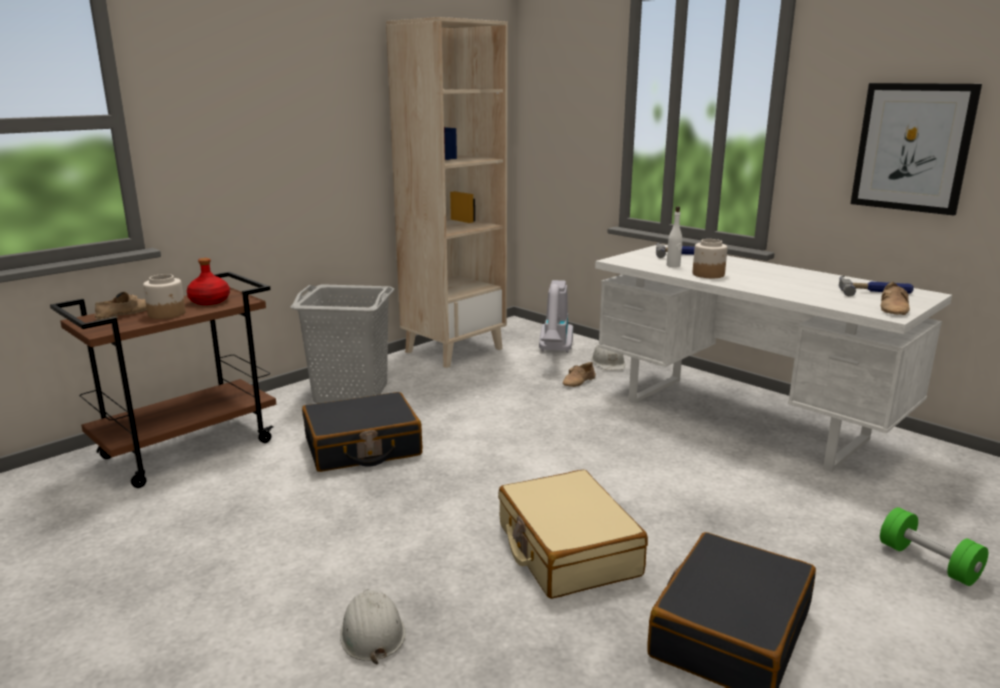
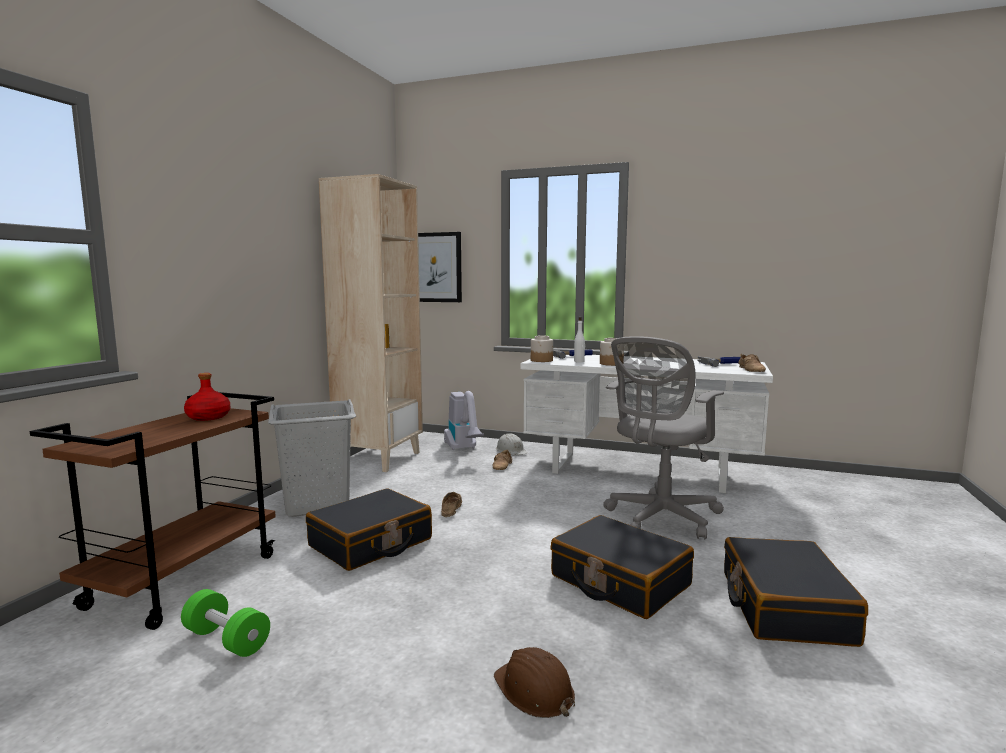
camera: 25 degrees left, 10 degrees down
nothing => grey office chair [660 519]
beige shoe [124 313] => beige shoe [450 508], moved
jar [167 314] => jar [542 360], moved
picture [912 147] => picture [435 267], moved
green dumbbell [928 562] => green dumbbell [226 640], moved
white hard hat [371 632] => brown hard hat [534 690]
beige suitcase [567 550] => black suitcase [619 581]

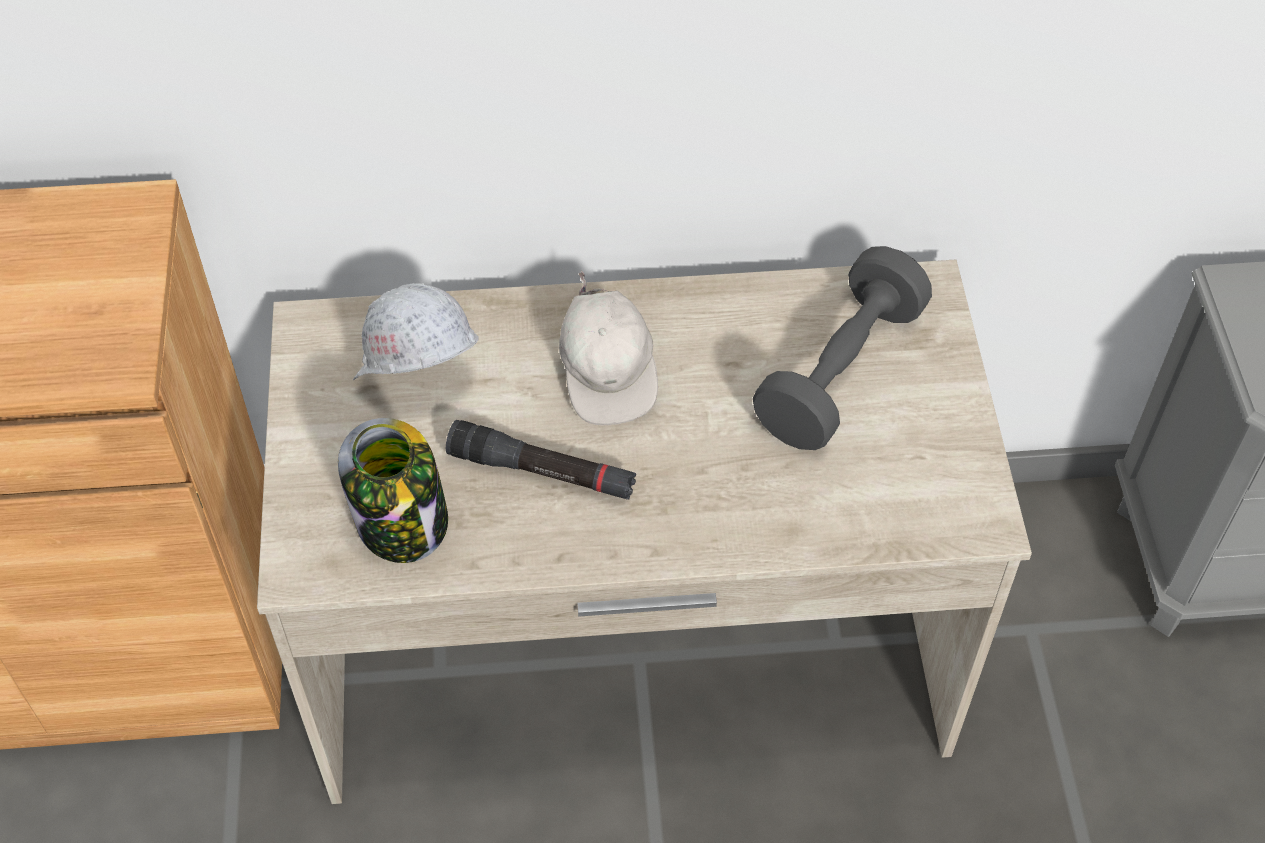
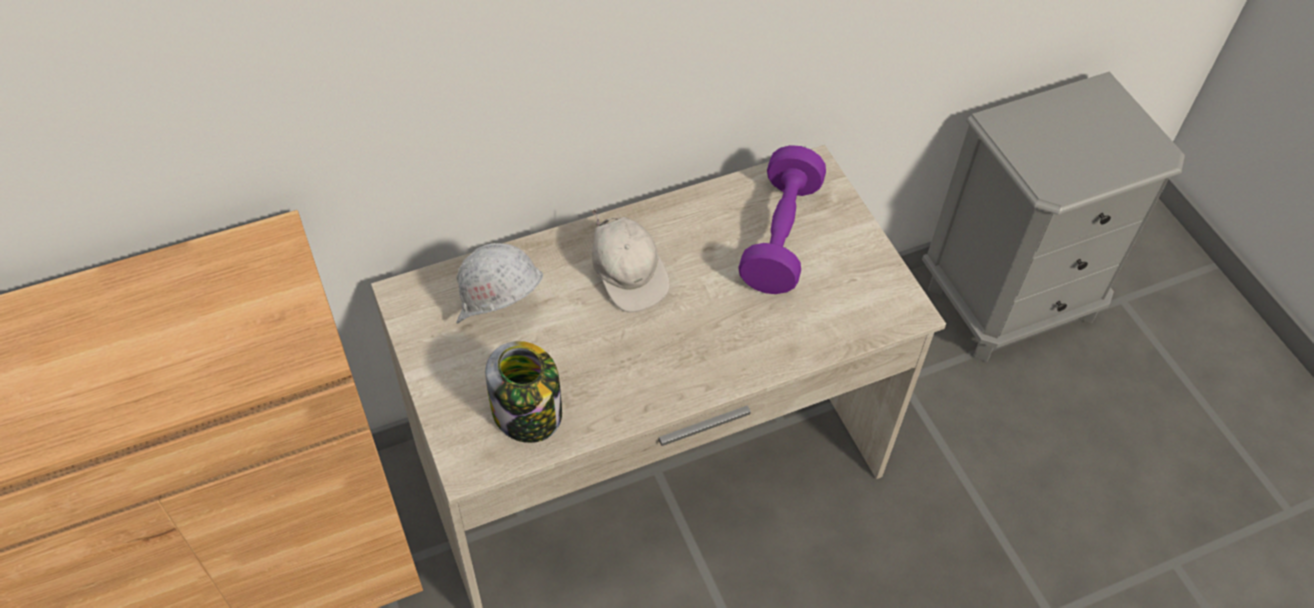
camera: 20 degrees left, 0 degrees up
black flashlight [542 472] => nothing
grey dumbbell [840 372] => purple dumbbell [780 237]

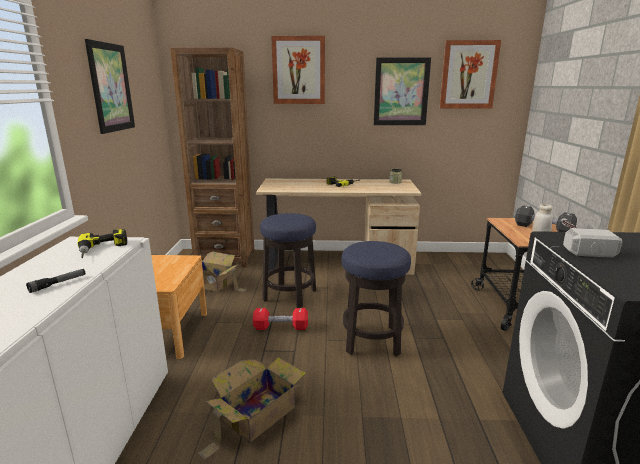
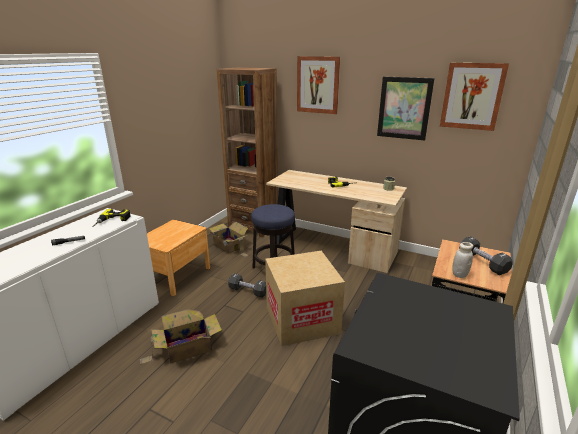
camera: 25 degrees right, 5 degrees up
picture [111 87] => nothing
hammer [577 242] => nothing
stool [372 340] => cardboard box [302 320]
red dumbbell [281 327] => black dumbbell [248 291]

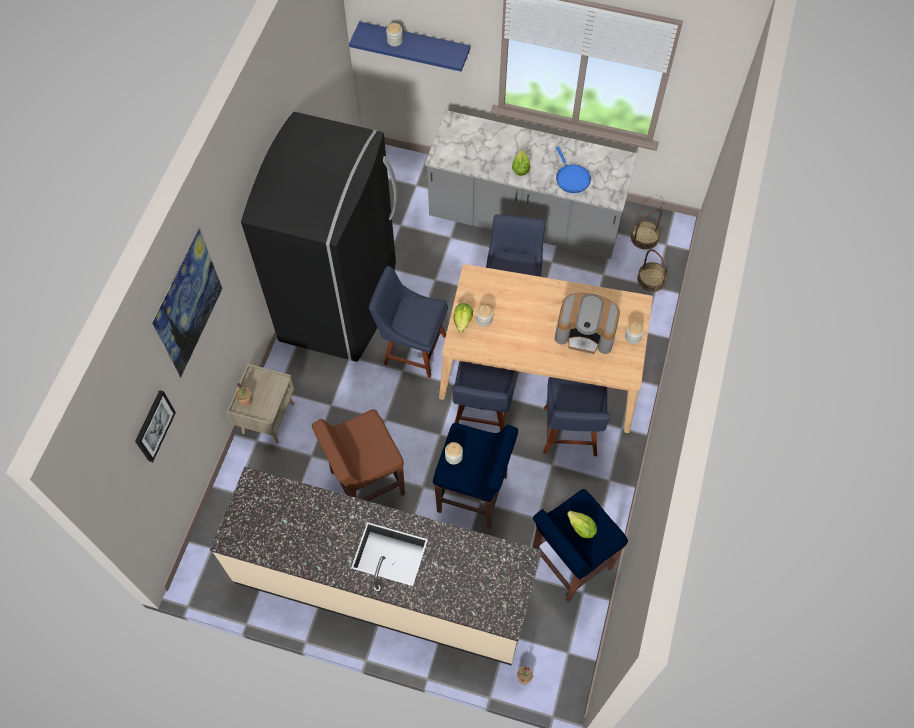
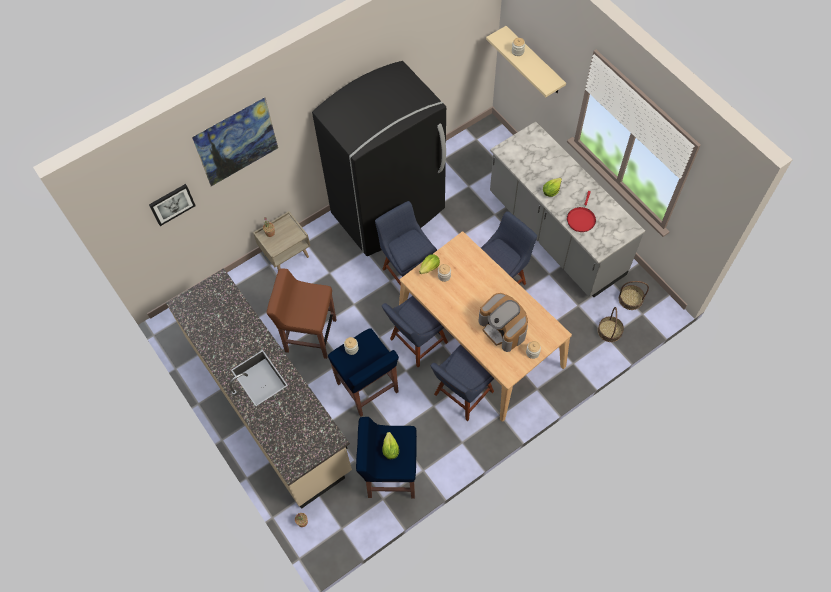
camera: 40 degrees right, 0 degrees up
blue shelf [414 43] => beige shelf [534 61]
blue frying pan [571 178] => red frying pan [581 219]

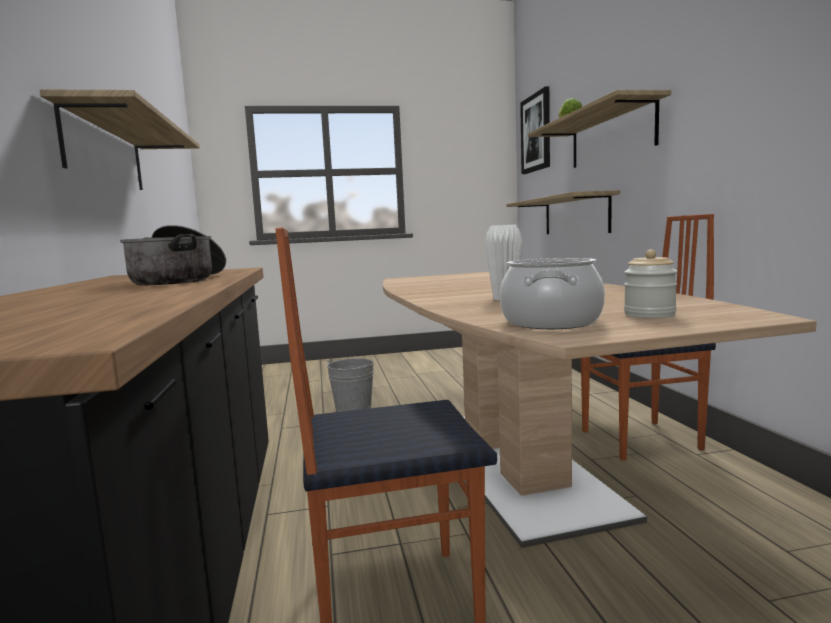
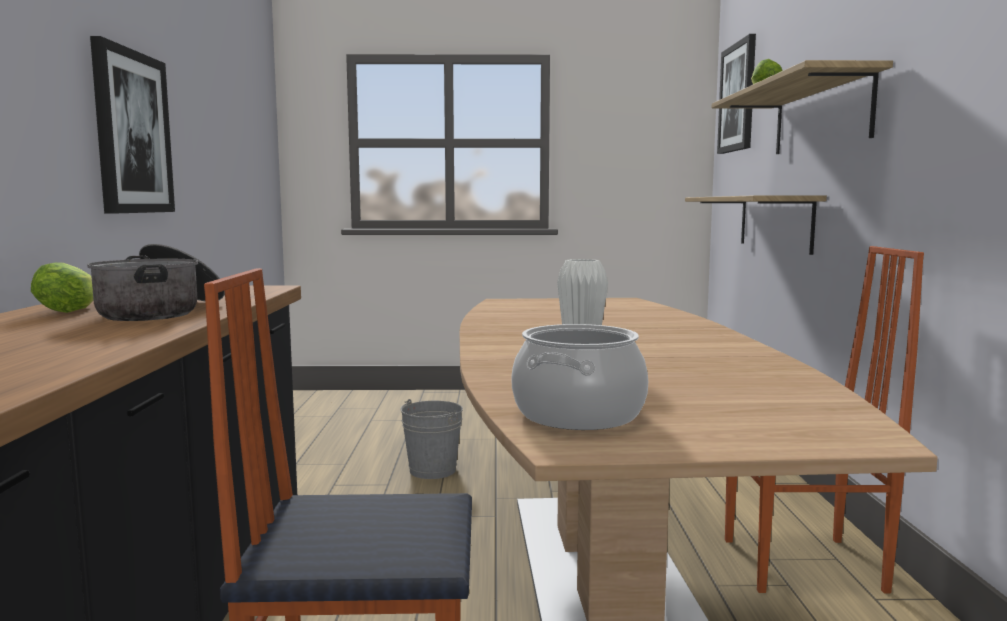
camera: 10 degrees right, 0 degrees up
jar [649 314] => nothing
nothing => lettuce [72 309]
shelf [105 152] => picture [132 132]

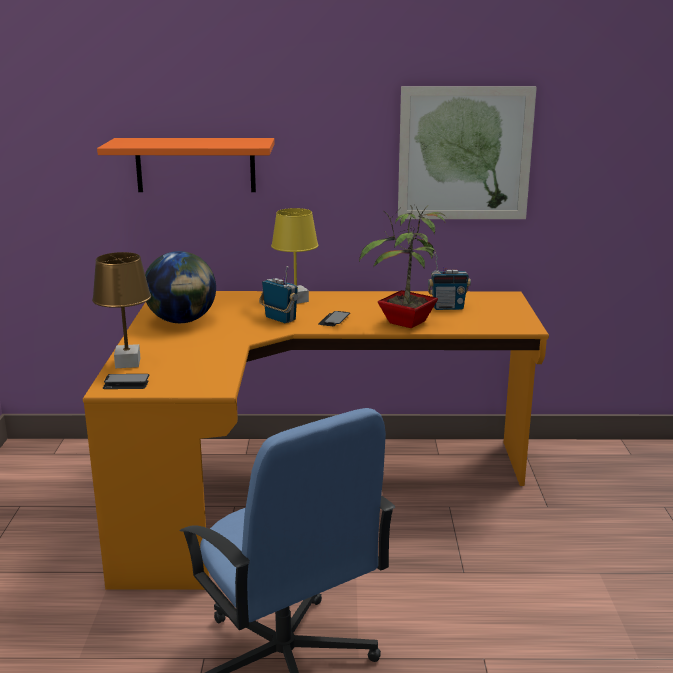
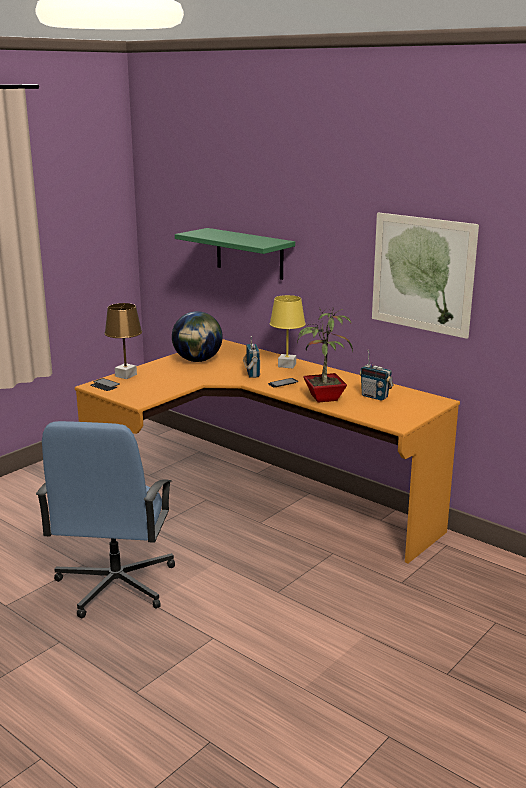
camera: 40 degrees right, 0 degrees up
orange shelf [195 165] => green shelf [249 253]

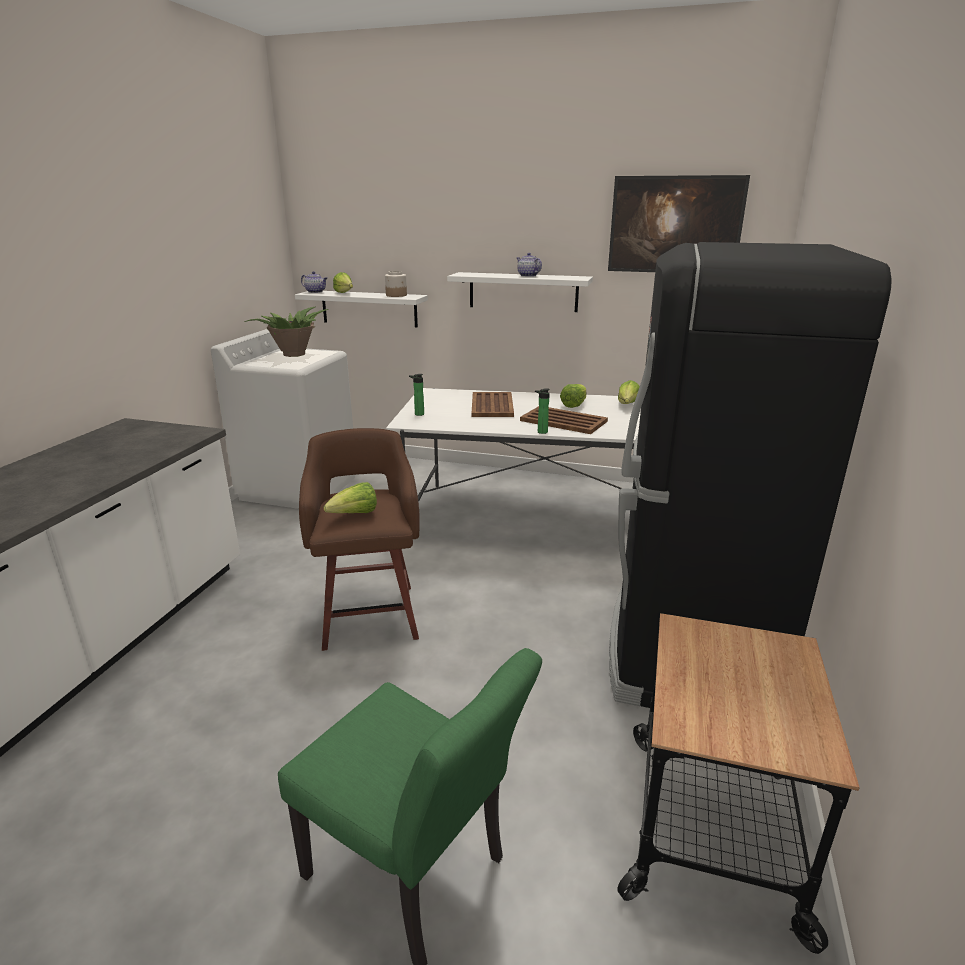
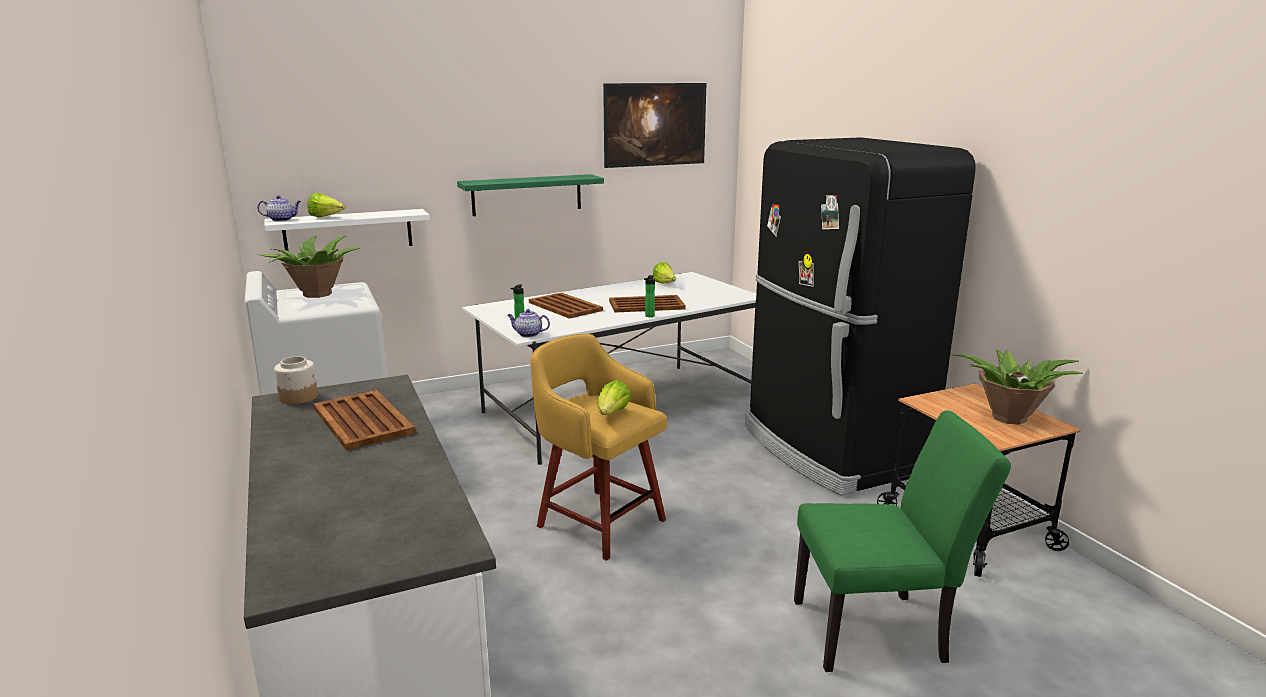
camera: 40 degrees left, 5 degrees down
lettuce [574 405] => nothing
nothing => brown tray [363 421]
nothing => potted plant [1007 417]
jar [396 295] => jar [299 397], moved
teapot [527 276] => teapot [528 334], moved
brown stool [370 613] => yellow stool [598 521]
white shelf [523 292] => green shelf [527 195]

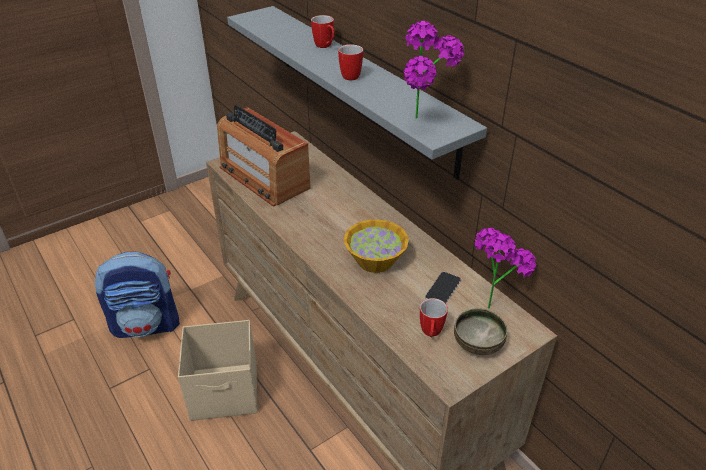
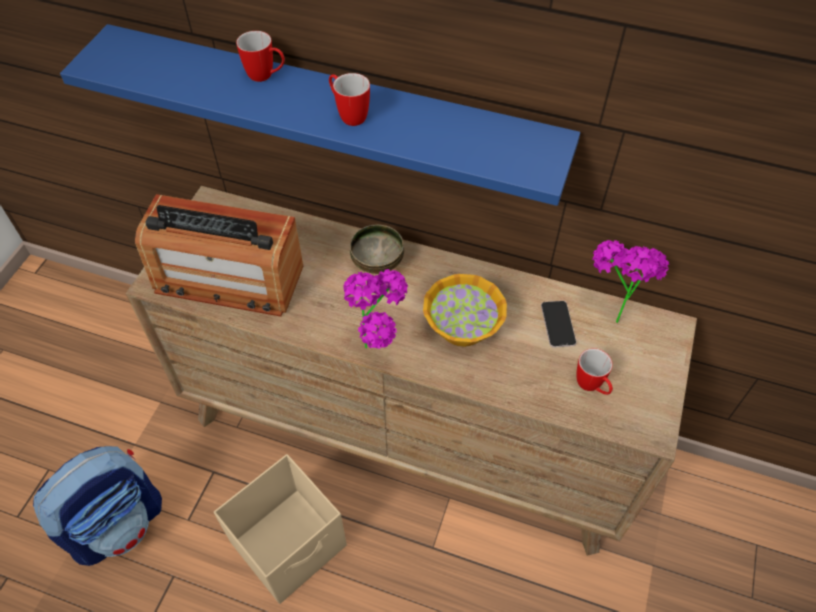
camera: 35 degrees left, 15 degrees up
potted plant [426 122] => potted plant [380 349], moved
bowl [478 344] => bowl [378 261], moved
grey shelf [361 86] => blue shelf [332 111]

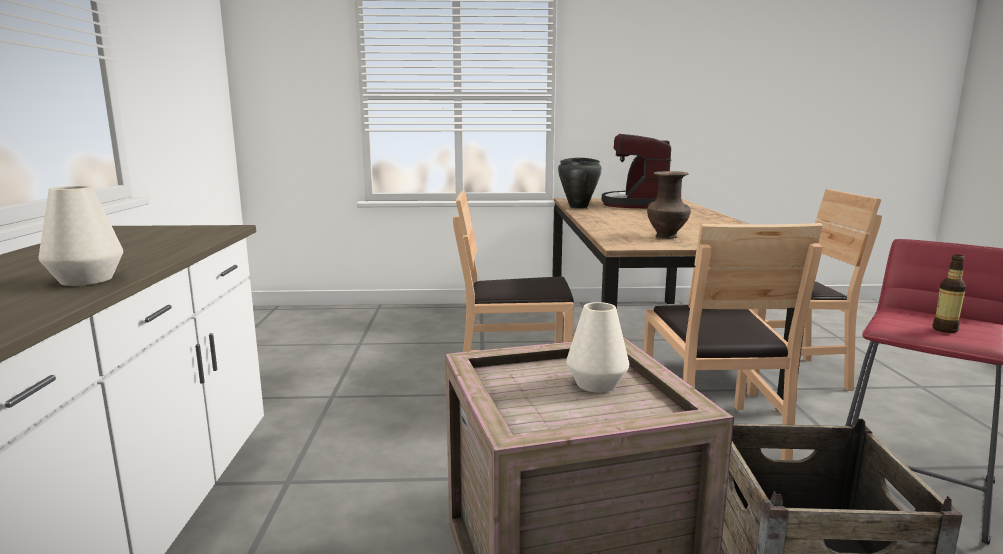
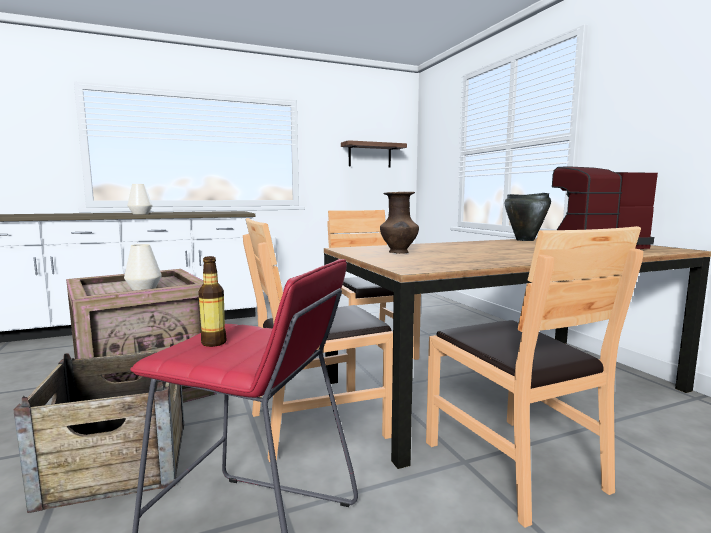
camera: 70 degrees right, 5 degrees down
nothing => shelf [369 155]

